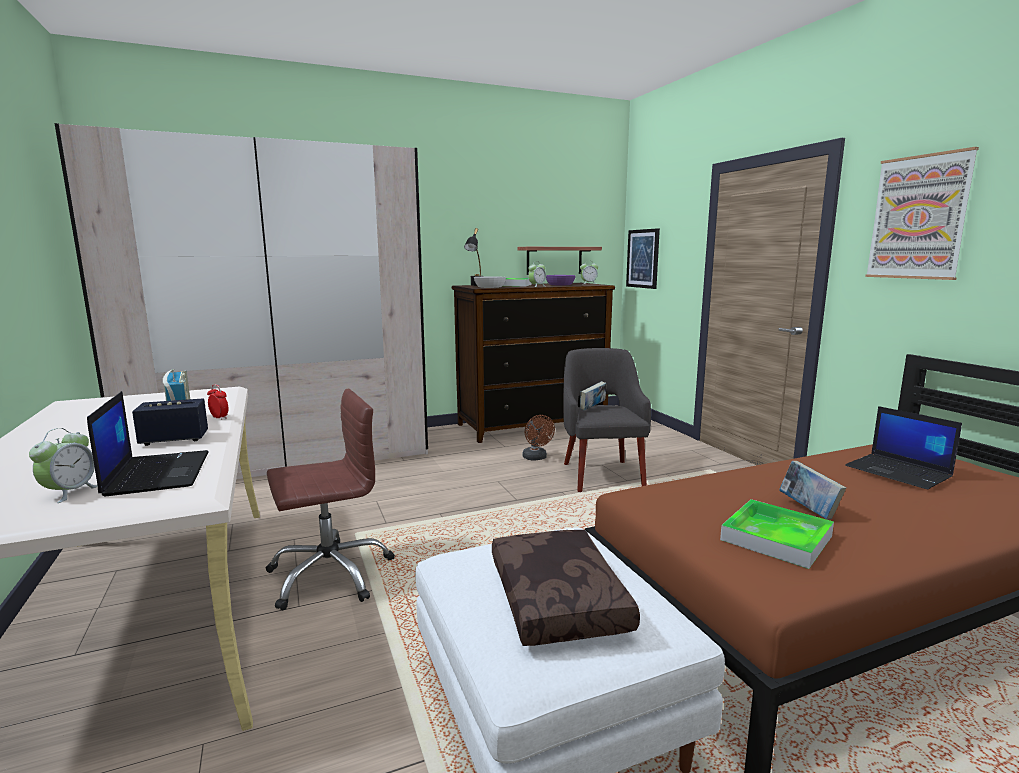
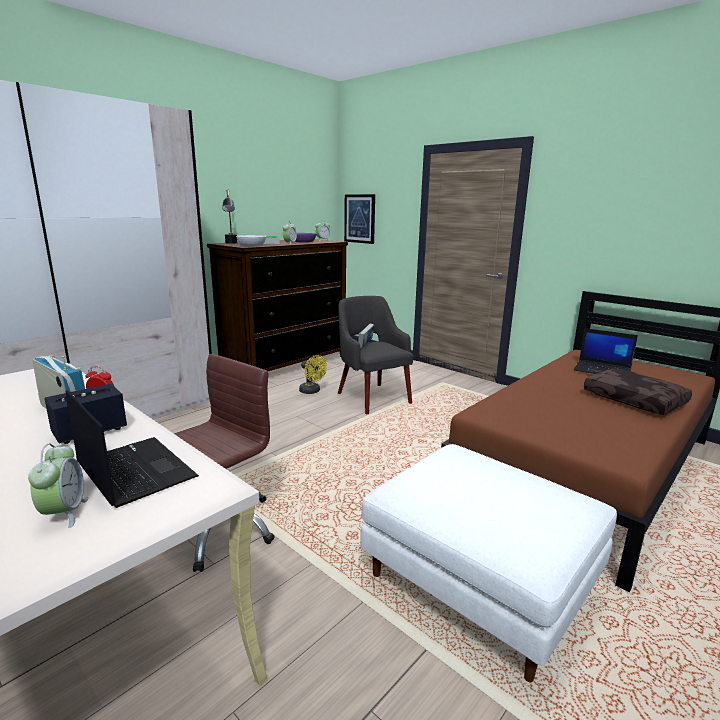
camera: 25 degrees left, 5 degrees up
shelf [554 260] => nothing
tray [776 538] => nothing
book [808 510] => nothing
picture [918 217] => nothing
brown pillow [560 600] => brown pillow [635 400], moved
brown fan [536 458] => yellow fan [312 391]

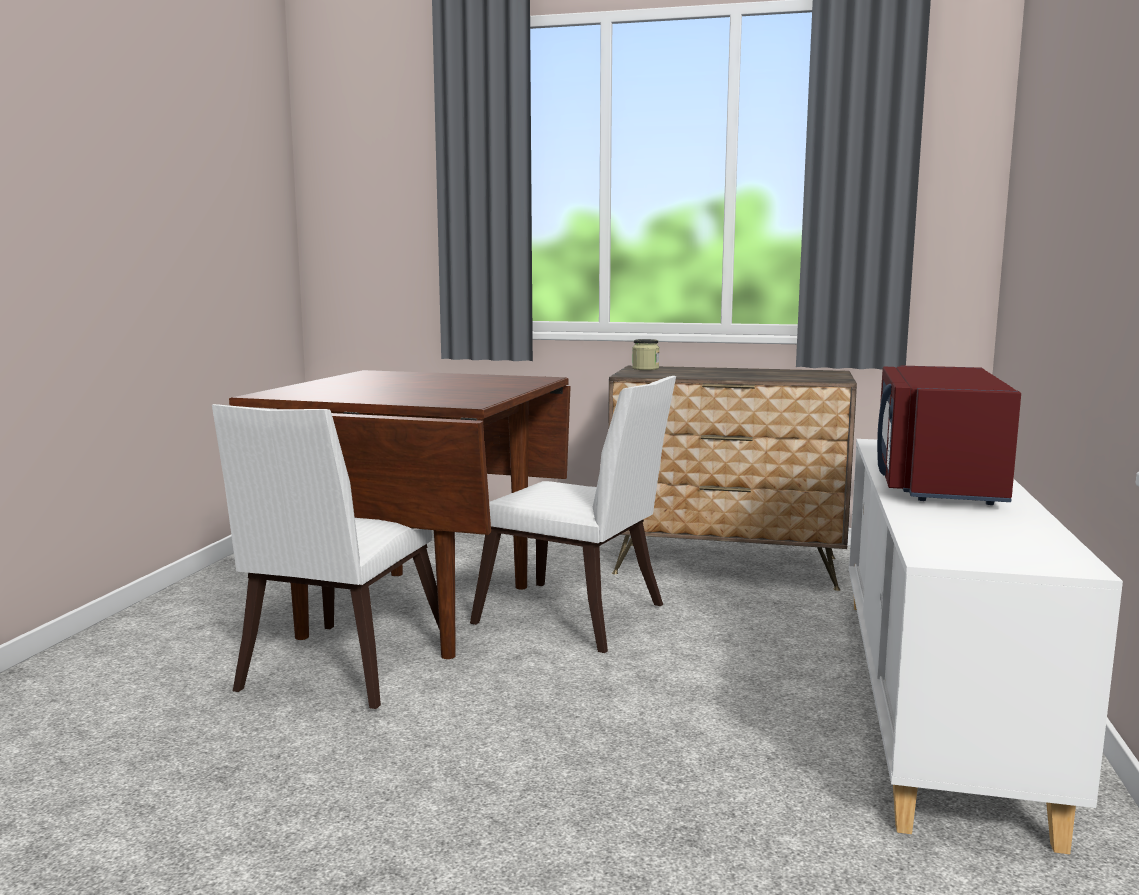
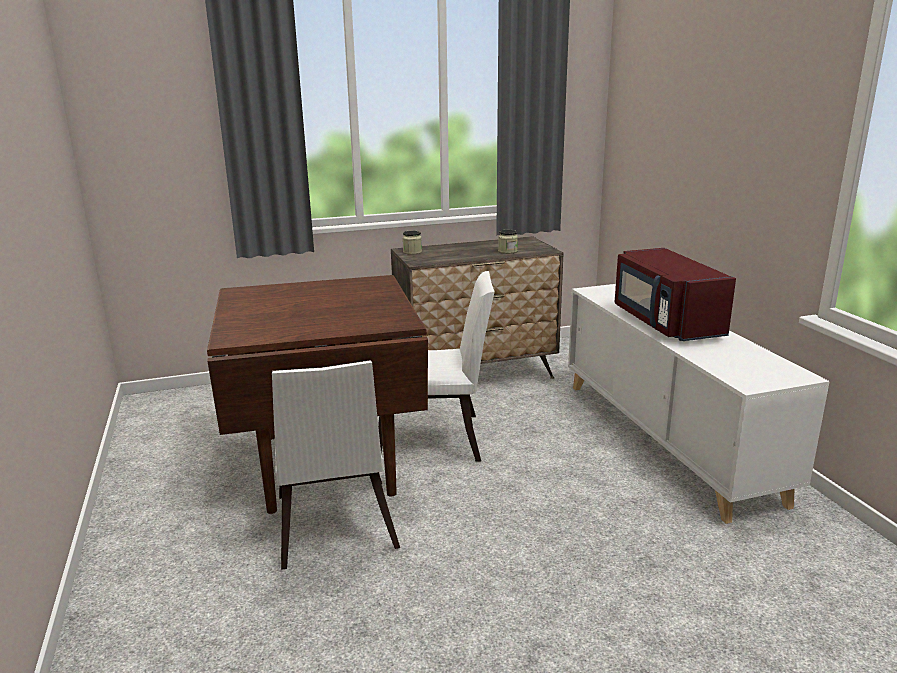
camera: 30 degrees left, 10 degrees up
nothing => jar [507 251]

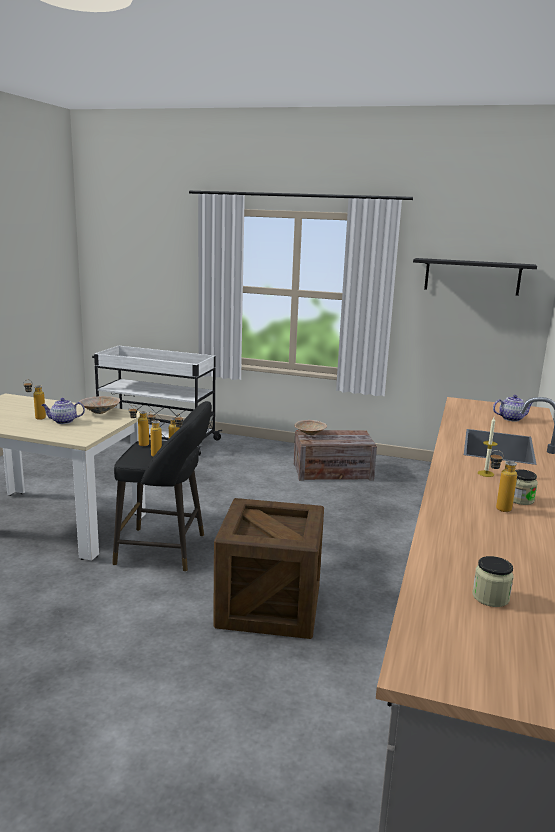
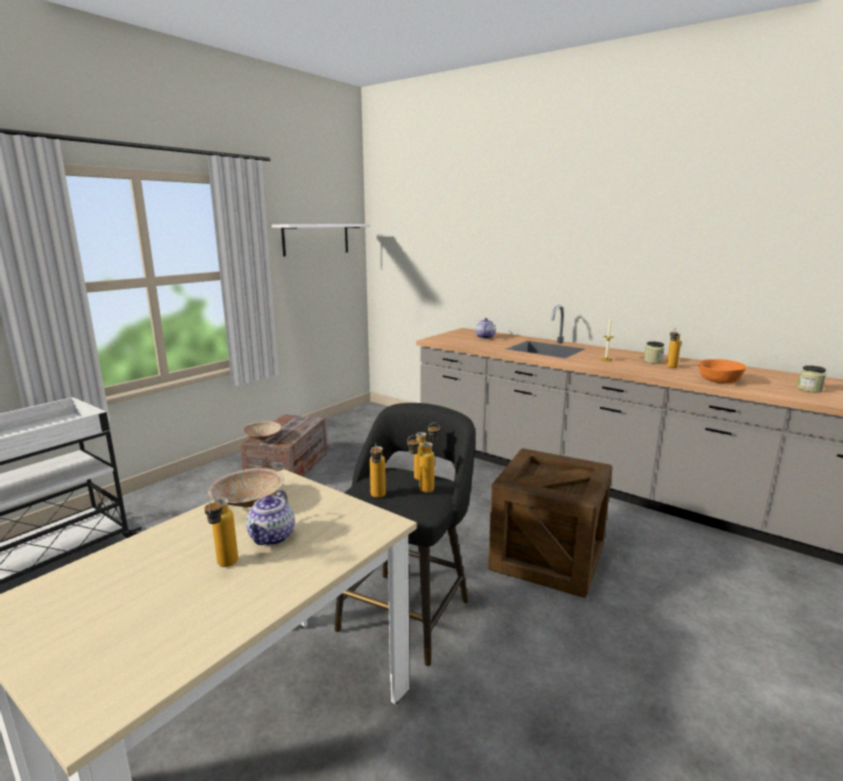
camera: 70 degrees left, 0 degrees up
nothing => orange bowl [719 381]
black shelf [472 276] => white shelf [316 239]

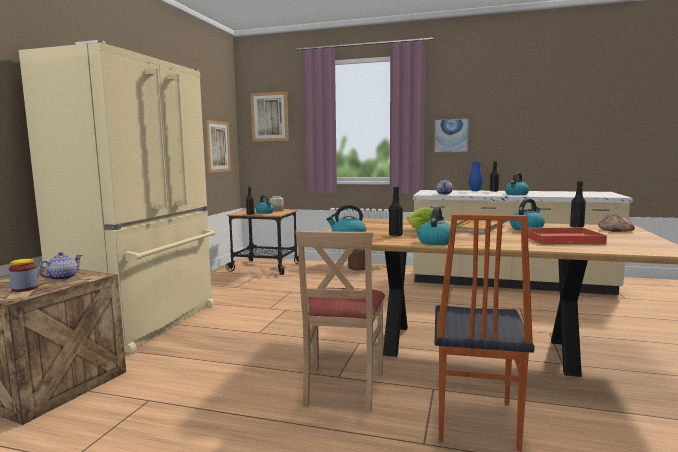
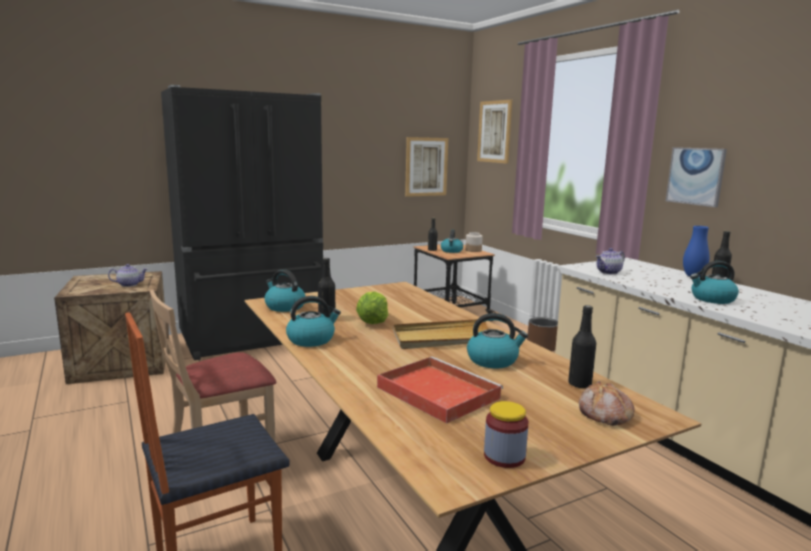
camera: 45 degrees right, 5 degrees up
jar [25 288] => jar [504 456], moved
beige fridge [146 322] => black fridge [253 338]

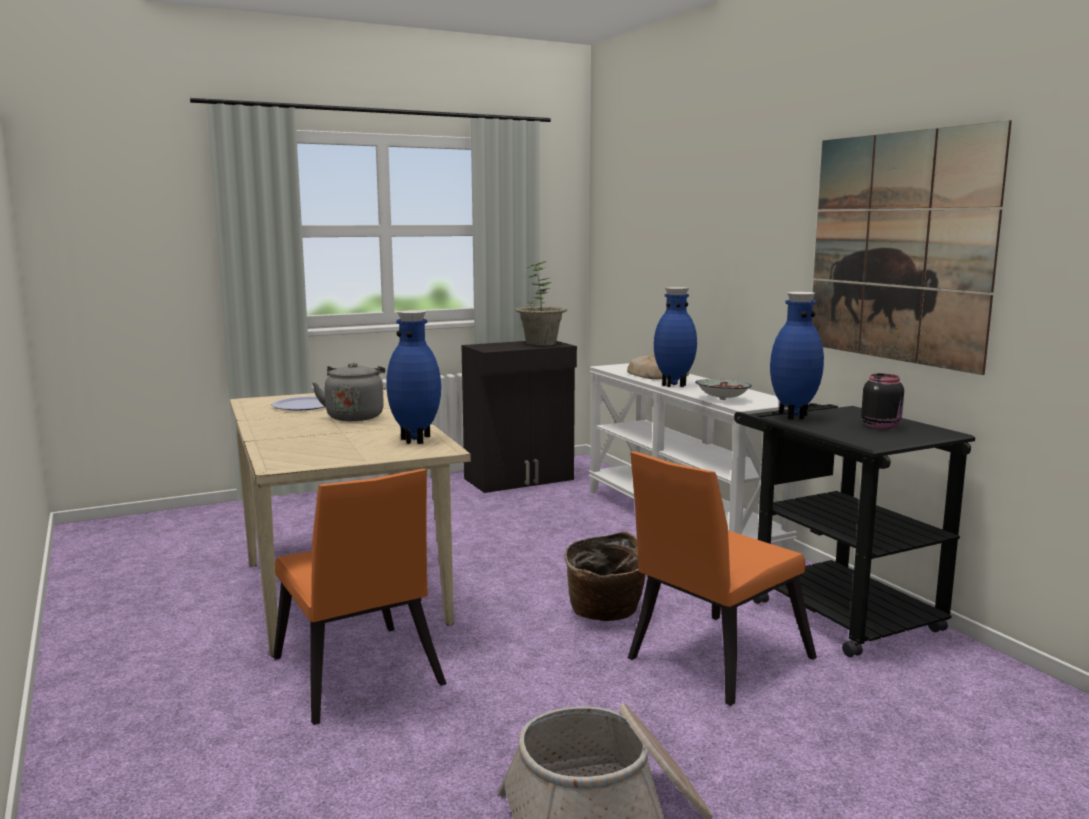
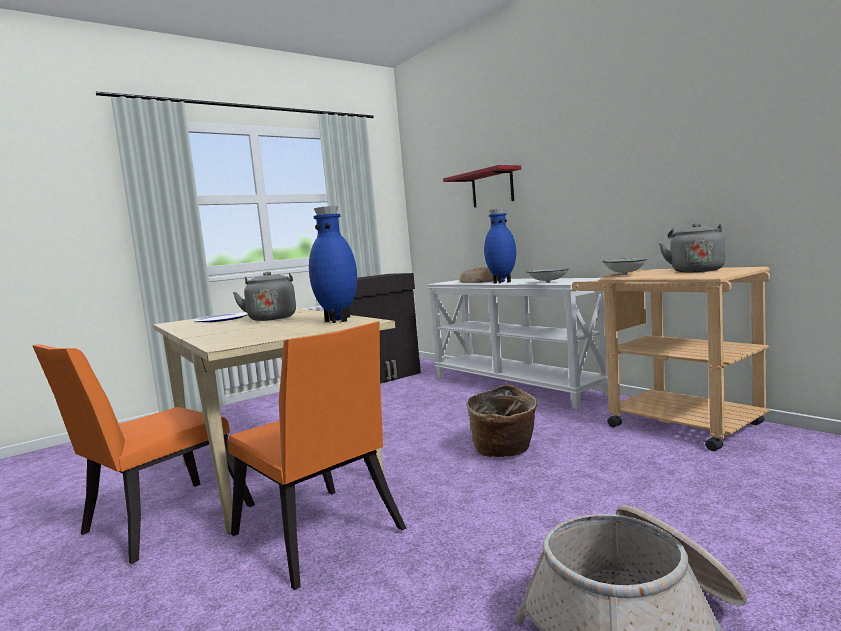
camera: 10 degrees left, 5 degrees down
potted plant [541 343] => nothing
picture [898 247] => nothing
nothing => red shelf [492 188]
orange chair [711 661] => orange chair [158 523], moved
blue vase [792 416] => bowl [624 274]
black jar [881 426] => grey kettle [696 271]
black cart [832 610] => beige cart [670 422]

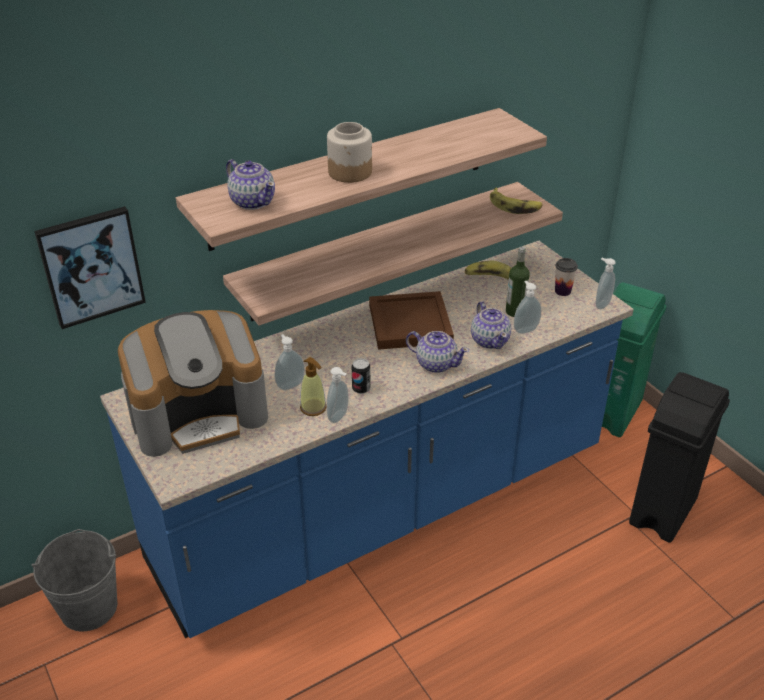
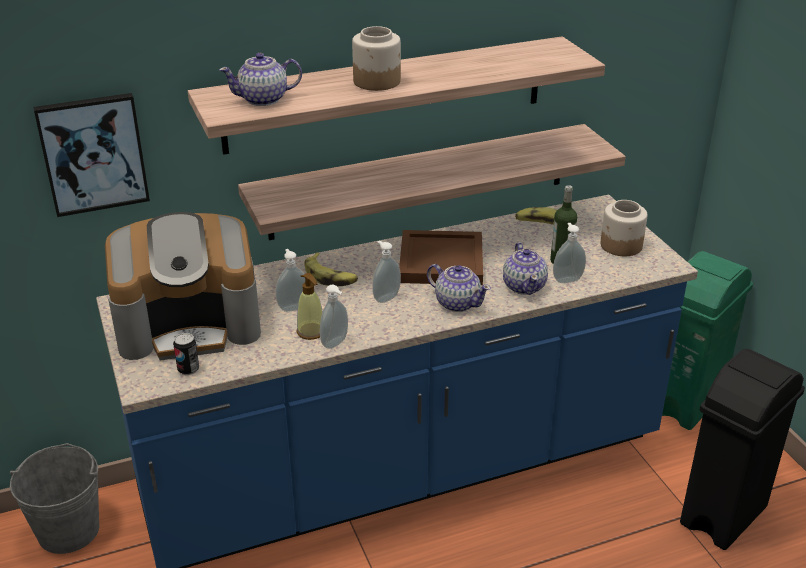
camera: 10 degrees right, 5 degrees down
can [361 389] => can [188 369], moved
banana [514 206] => banana [330 276], moved
soap dispenser [601 304] => soap dispenser [385 297], moved
cup [562 291] => jar [621 246]
teapot [252 201] => teapot [264 99], 105 degrees clockwise

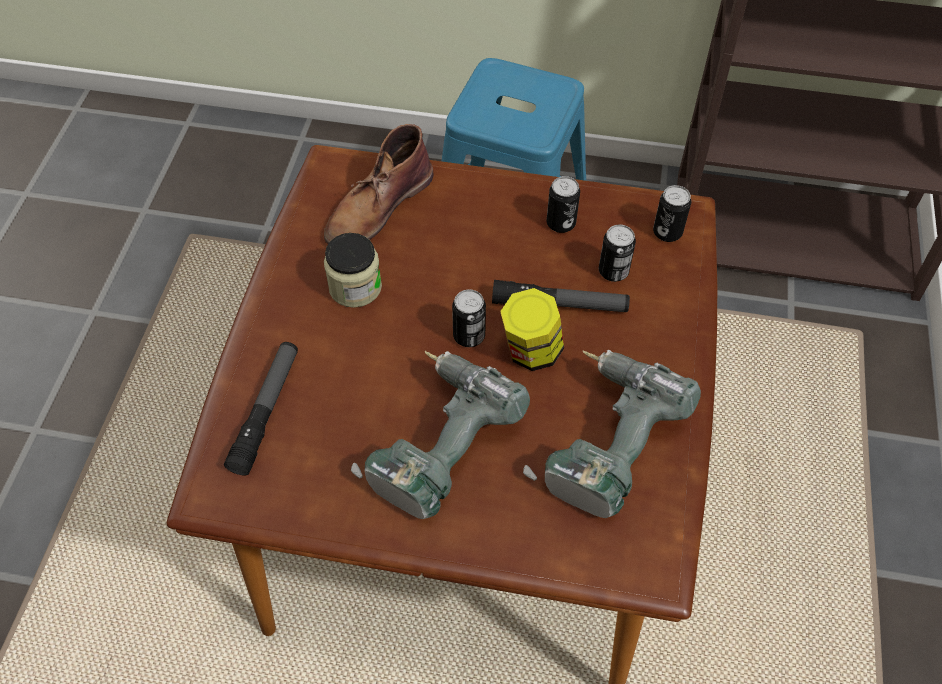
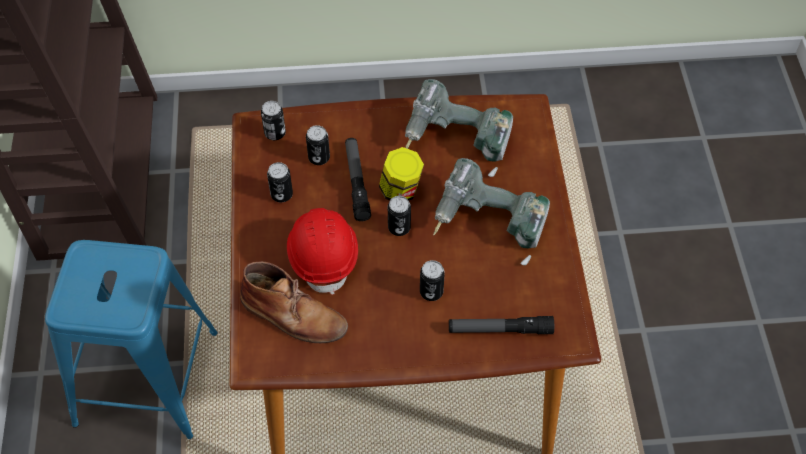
camera: 105 degrees left, 0 degrees up
jar [355 287] => nothing
nothing => red hard hat [323 255]
nothing => can [431 292]

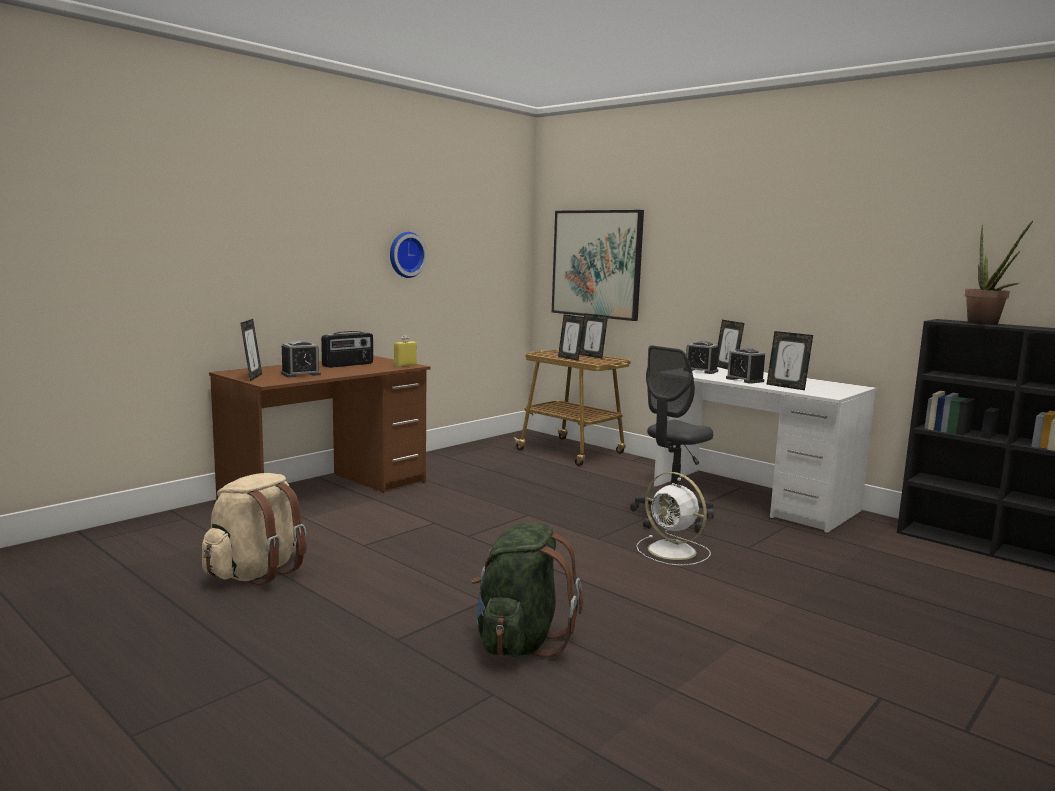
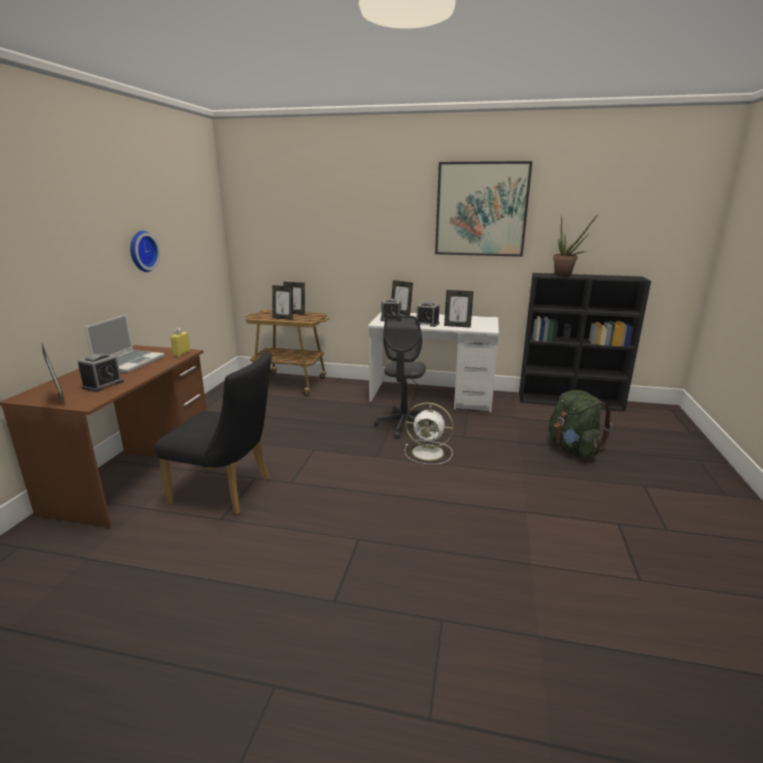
camera: 30 degrees left, 10 degrees up
beige backpack [257 572] => nothing
nothing => black chair [228 492]
green backpack [520 641] => green backpack [573 449], moved
picture [597 264] => picture [481 209], moved
radio [348 365] => laptop [130 362]

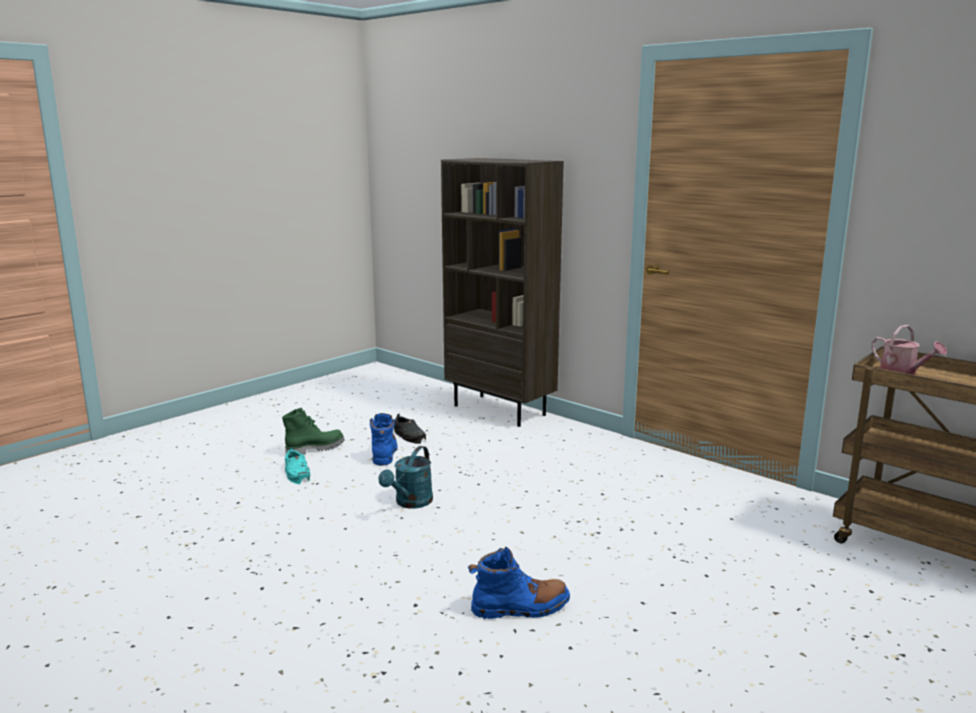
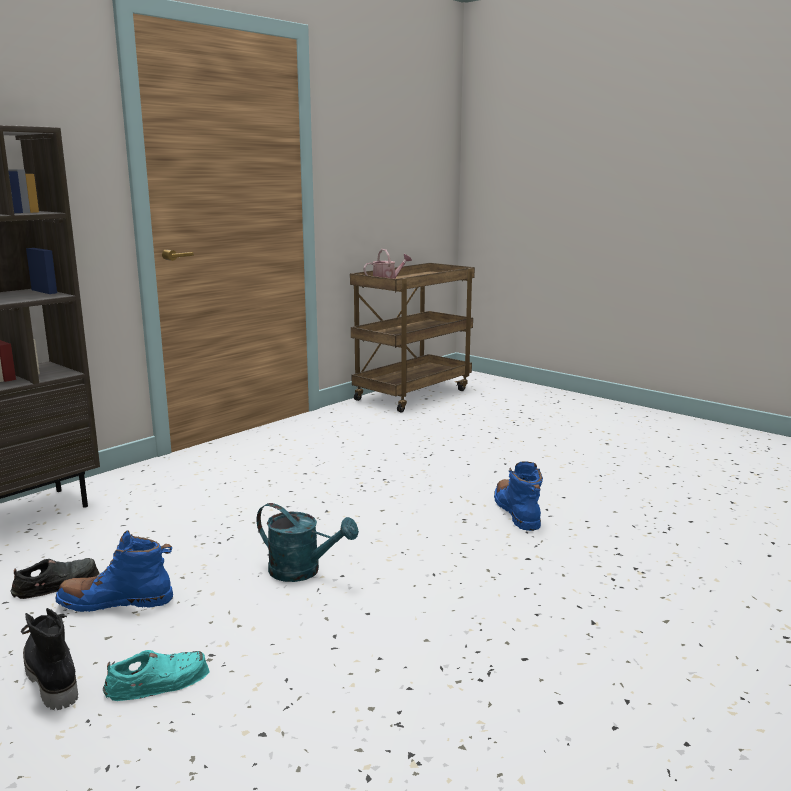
camera: 90 degrees left, 0 degrees up
green boot [315 449] => black boot [50 676]

